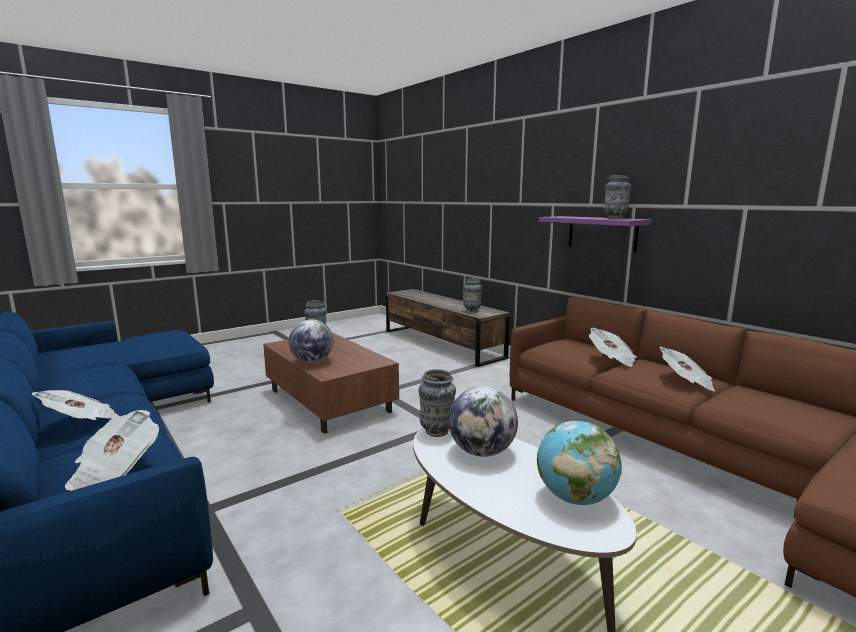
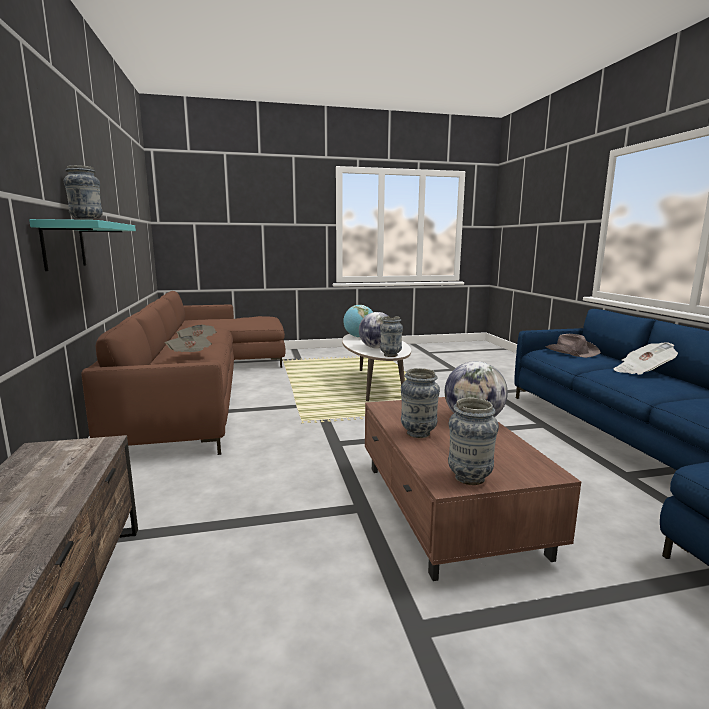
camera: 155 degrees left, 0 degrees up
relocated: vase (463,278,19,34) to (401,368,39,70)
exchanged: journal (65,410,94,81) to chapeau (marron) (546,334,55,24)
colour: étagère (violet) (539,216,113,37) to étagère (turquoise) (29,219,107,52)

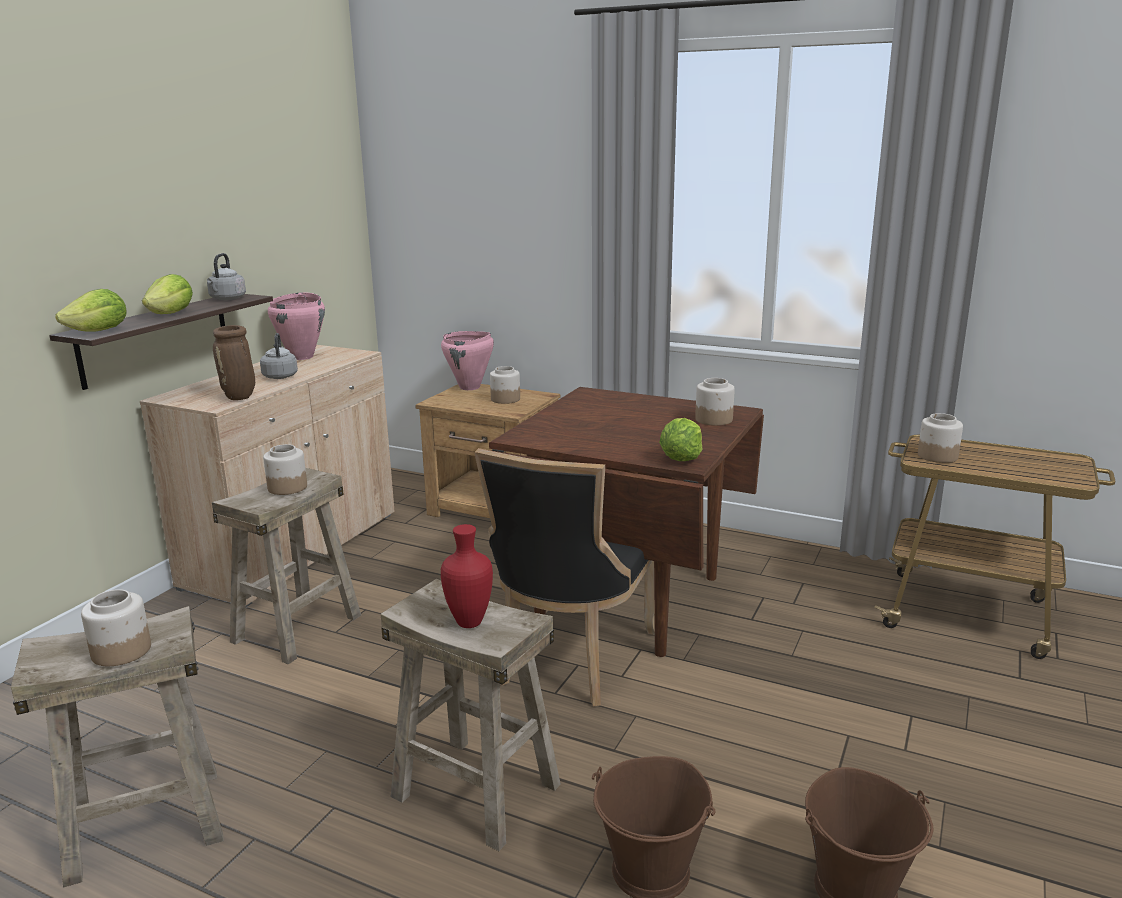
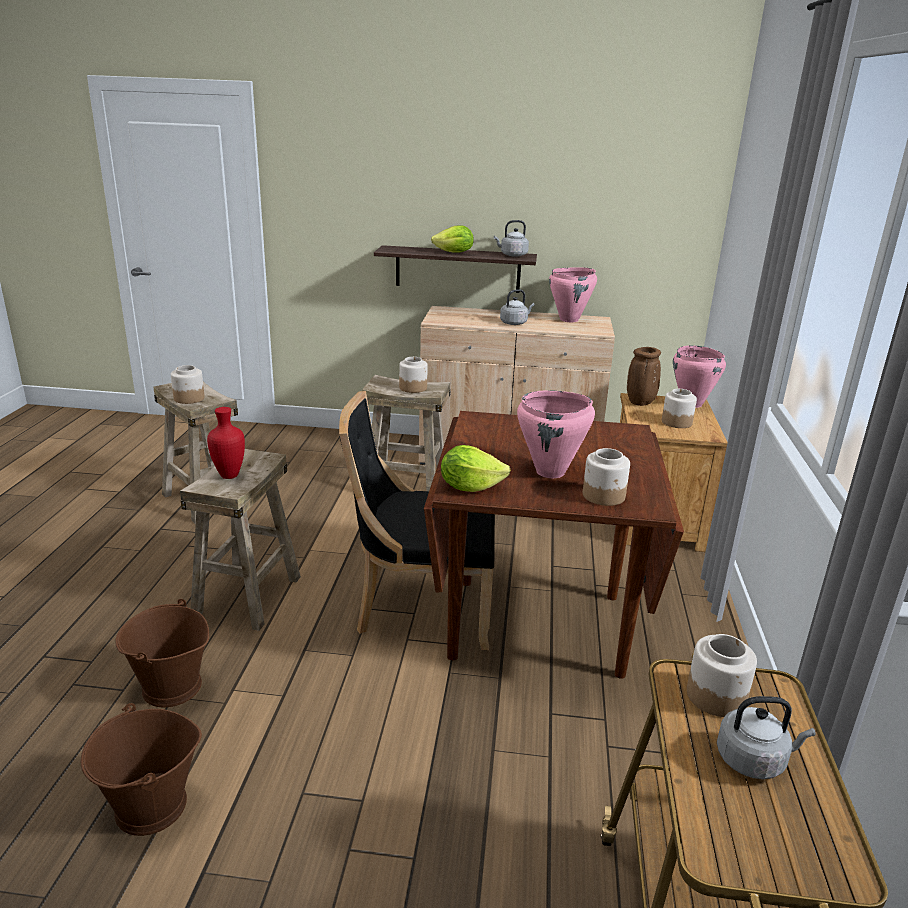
camera: 70 degrees right, 5 degrees up
missing: laitue (55,289,71,43)
appeared: marmite (rose) (517,390,78,88); bouilloire (gris) (717,696,99,83)
relocated: vase (marron) (213,325,42,75) to (627,347,34,59)

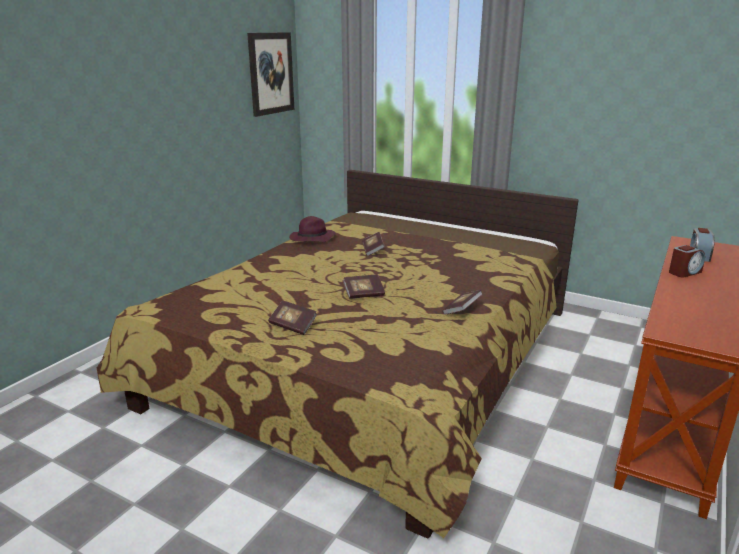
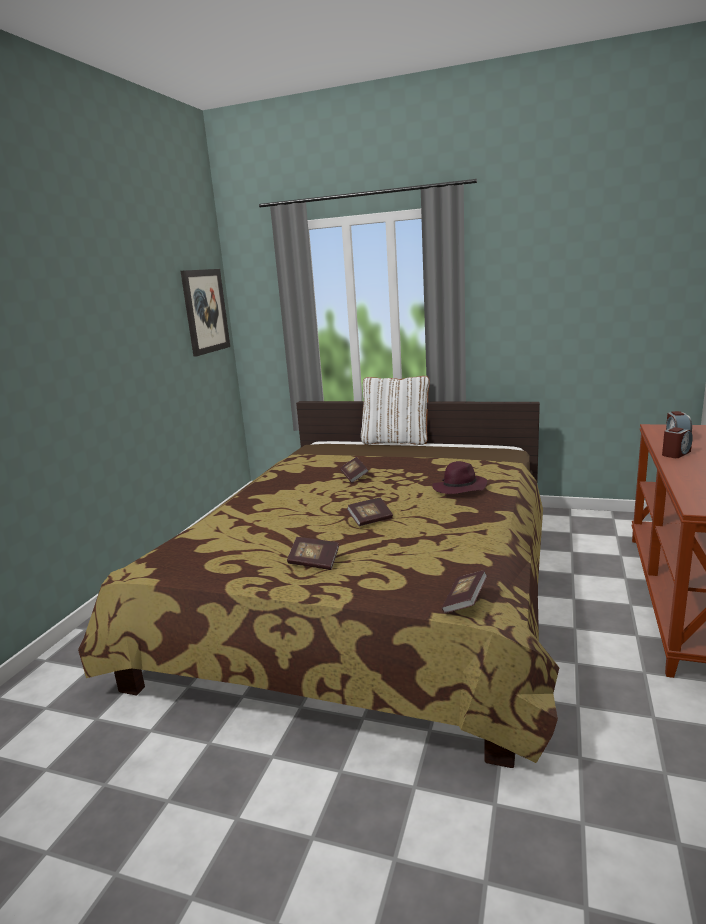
camera: 10 degrees left, 5 degrees down
appeared: coussin (blanc) (361,376,69,69)
relocated: chapeau (violet) (289,216,46,26) to (432,461,55,33); livre (442,290,41,25) to (442,570,45,43)

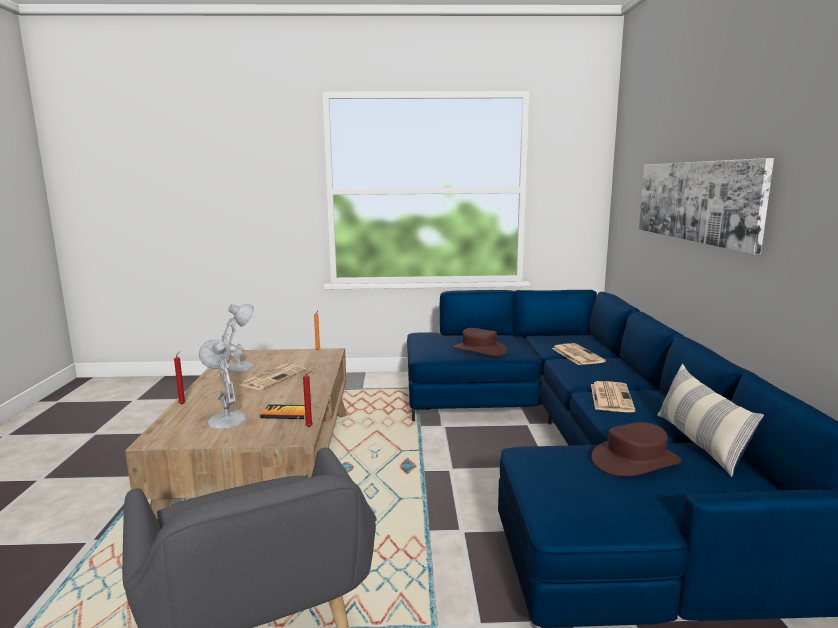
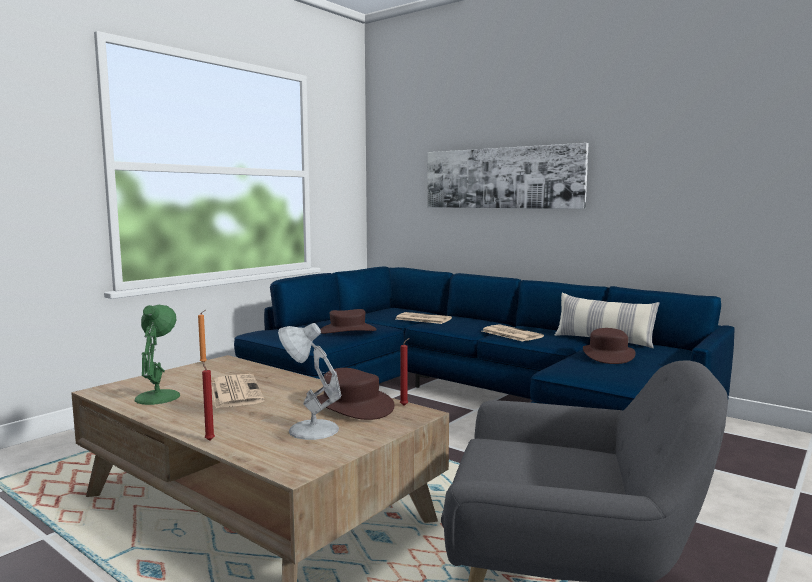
camera: 50 degrees left, 5 degrees down
exchanged: livre (260,404,45,15) to chapeau (marron) (317,368,78,52)
colour: lampe de table (blanc) (222,304,33,68) to lampe de table (vert) (135,305,45,100)

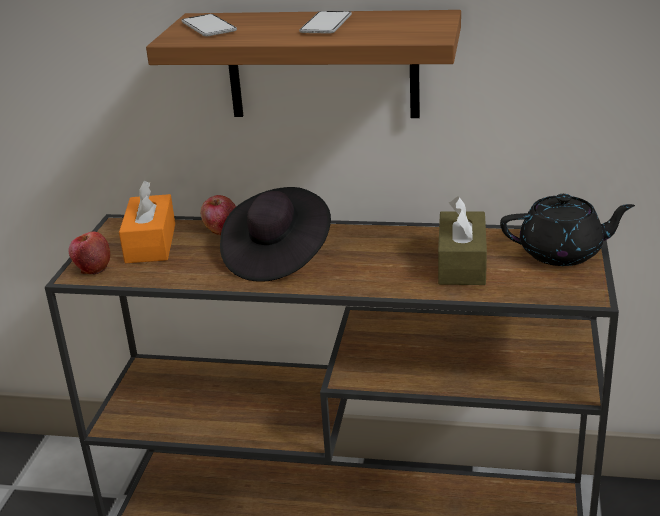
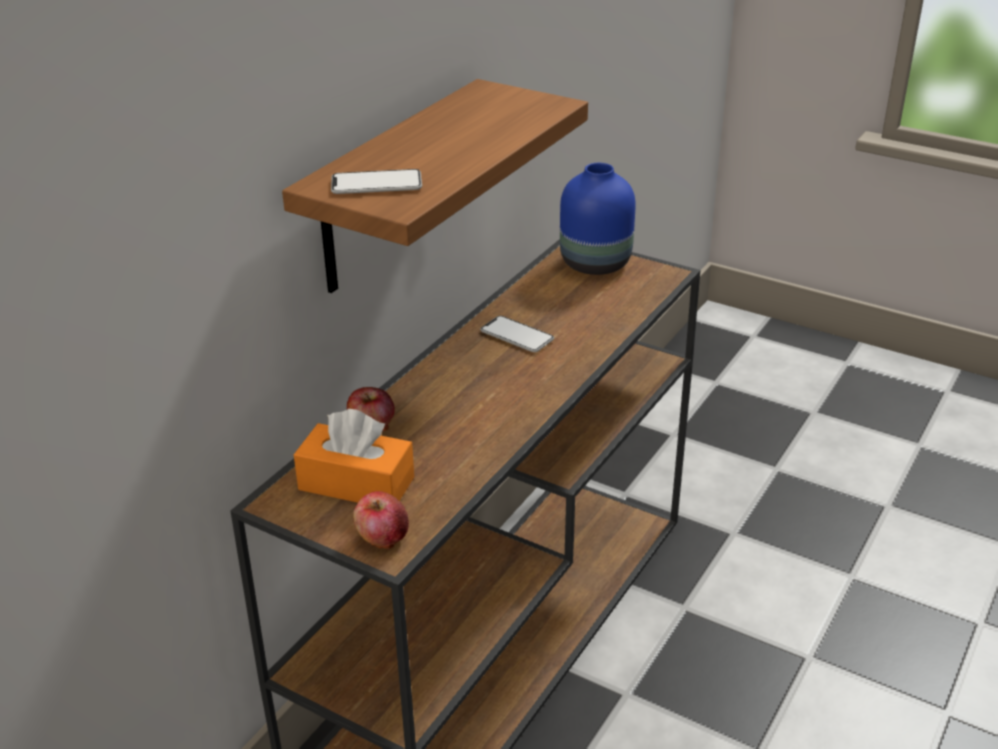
camera: 70 degrees left, 5 degrees up
missing: chapeau (noir) (220,187,111,95); boîte à mouchoirs (marron) (438,196,49,89)
relocated: téléphone (299,11,53,23) to (480,316,74,36)
exchanged: théière (noir) (500,194,135,72) to vase (bleu) (560,163,76,112)

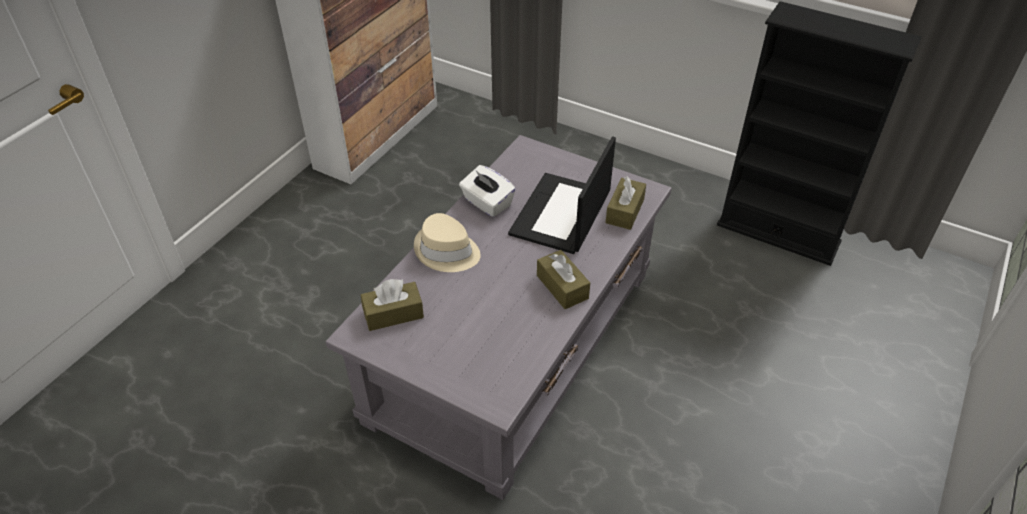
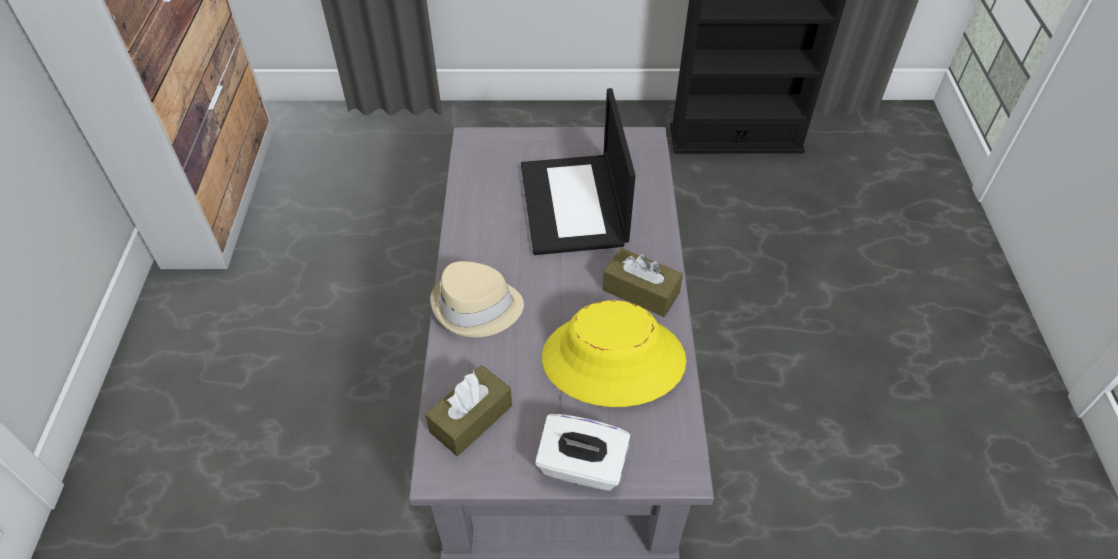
camera: 30 degrees left, 5 degrees up
missing: boîte à mouchoirs (marron) (606,176,40,54)
appeared: chapeau (jaune) (542,300,144,107)
relocated: boîte à mouchoirs (blanc) (459,165,57,52) to (535,414,96,77)

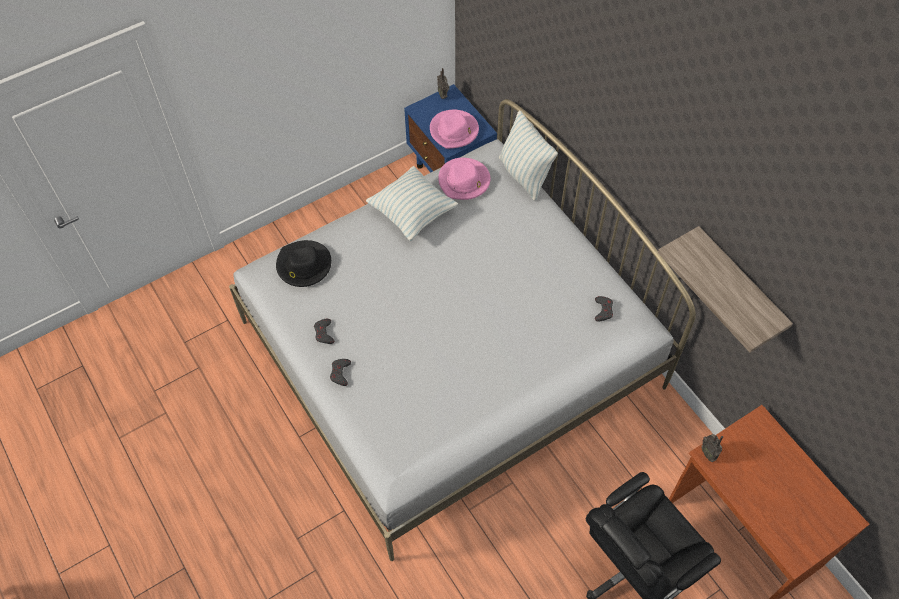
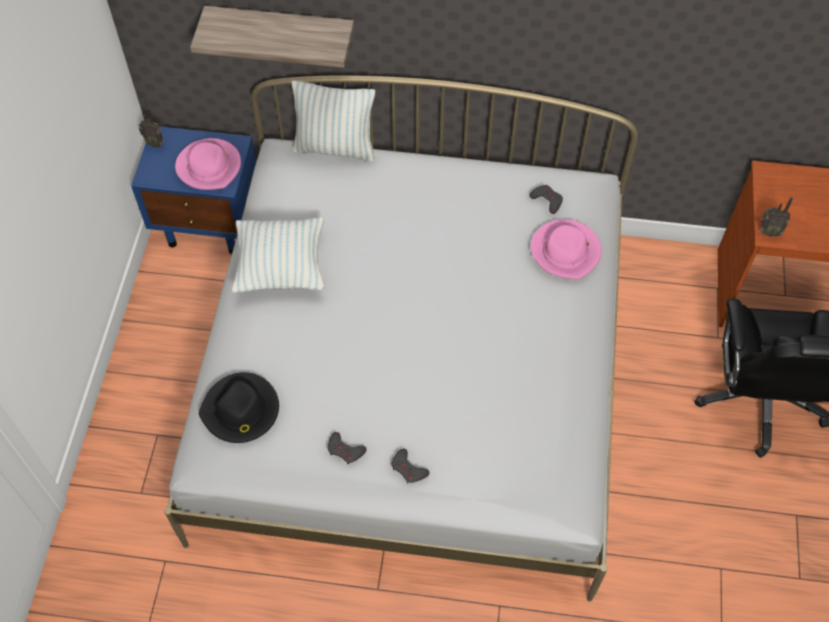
camera: 50 degrees left, 0 degrees up
relocated: chapeau (rose) (438,158,53,42) to (531,219,71,61); étagère (658,226,135,127) to (190,6,164,62)

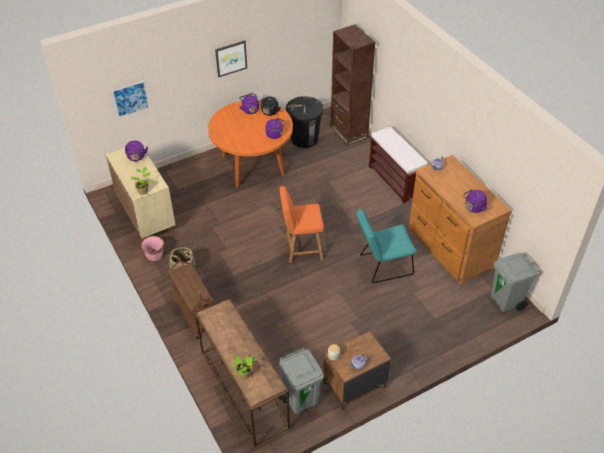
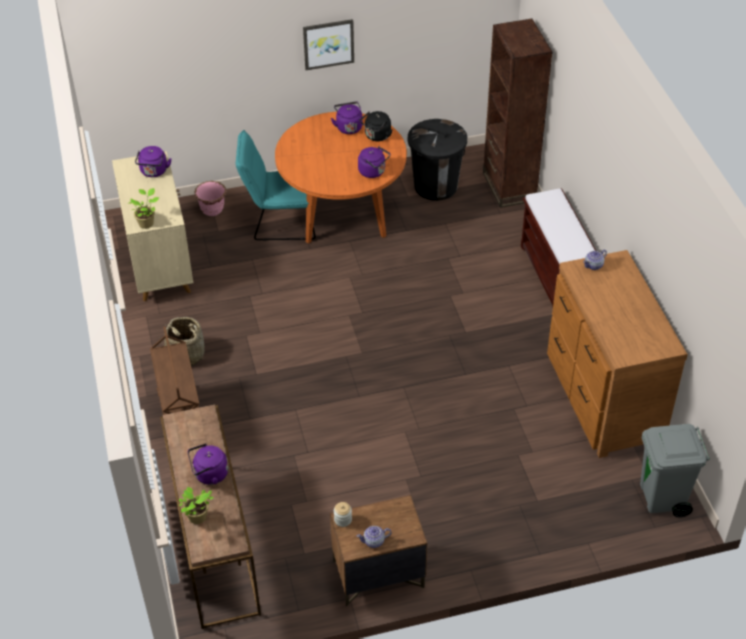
camera: 15 degrees right, 0 degrees up
missing: tableau (112,81,38,37); chaise (orange) (280,186,44,77); poubelle (gris) (278,348,46,66)
relocated: bouilloire (violet) (463,189,24,24) to (188,443,40,42); chaise (turquoise) (357,208,59,75) to (236,130,80,111); cache-pot (rose) (141,236,23,25) to (195,181,31,35)

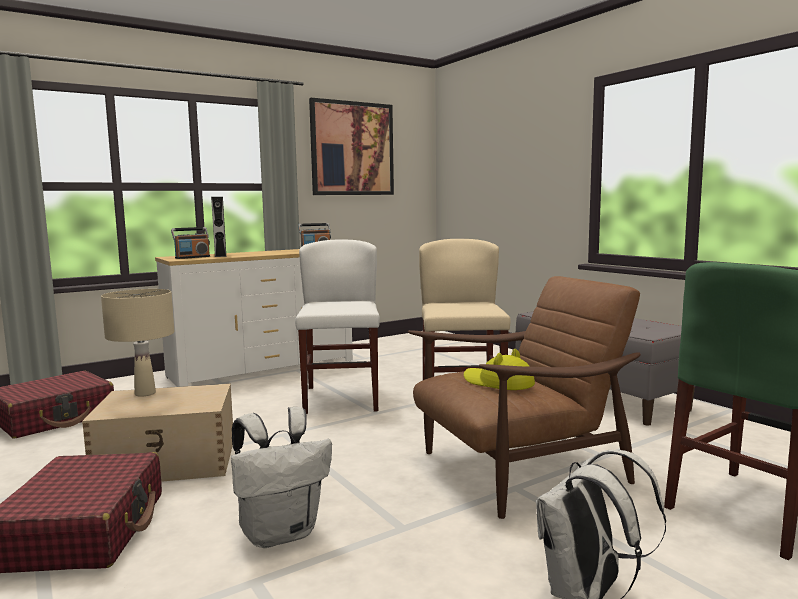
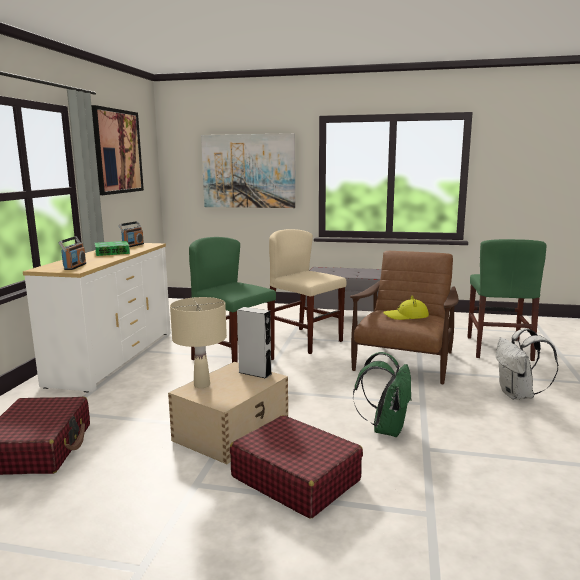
camera: 45 degrees left, 5 degrees up
appeared: tableau (201,133,94,75); livre (94,241,36,15)
relocated: enceinte (gris) (211,197,16,60) to (237,307,34,72)
colour: chaise (blanc) (295,239,85,175) to chaise (vert) (189,237,87,126); sac à dos (blanc) (231,407,101,141) to sac à dos (vert) (353,352,58,85)

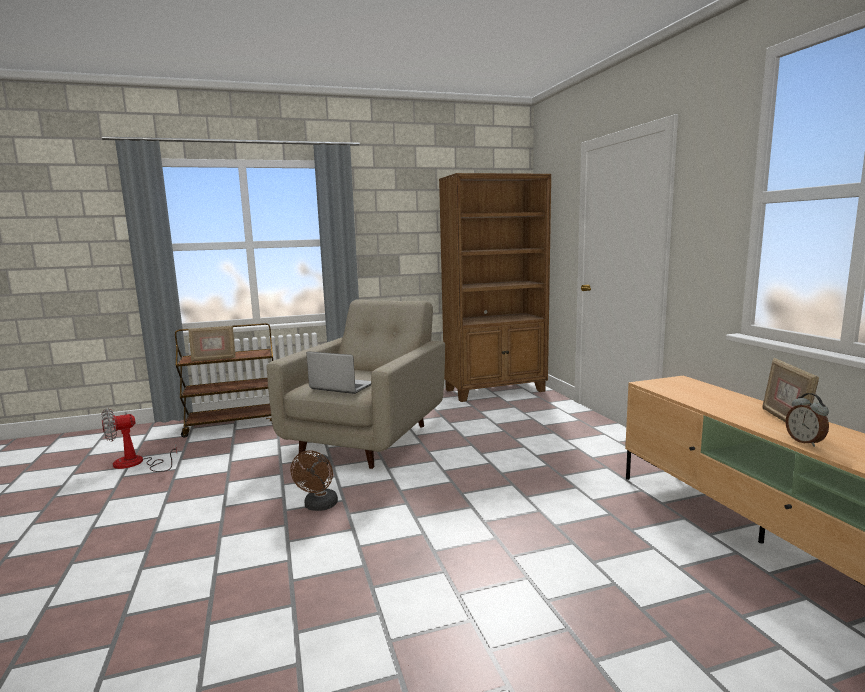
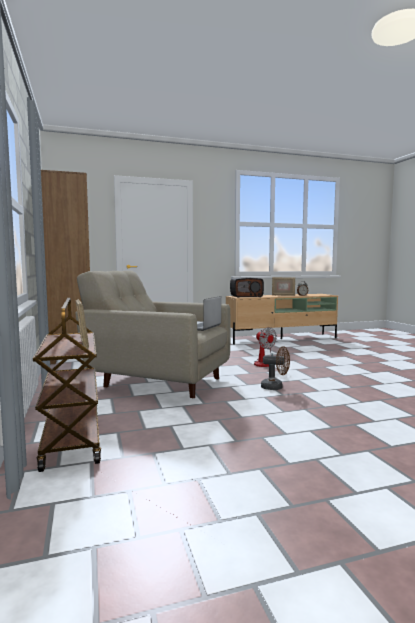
camera: 90 degrees left, 5 degrees down
appeared: radio (230,277,34,21)
relocated: ventilateur (102,408,75,64) to (254,327,23,40)

